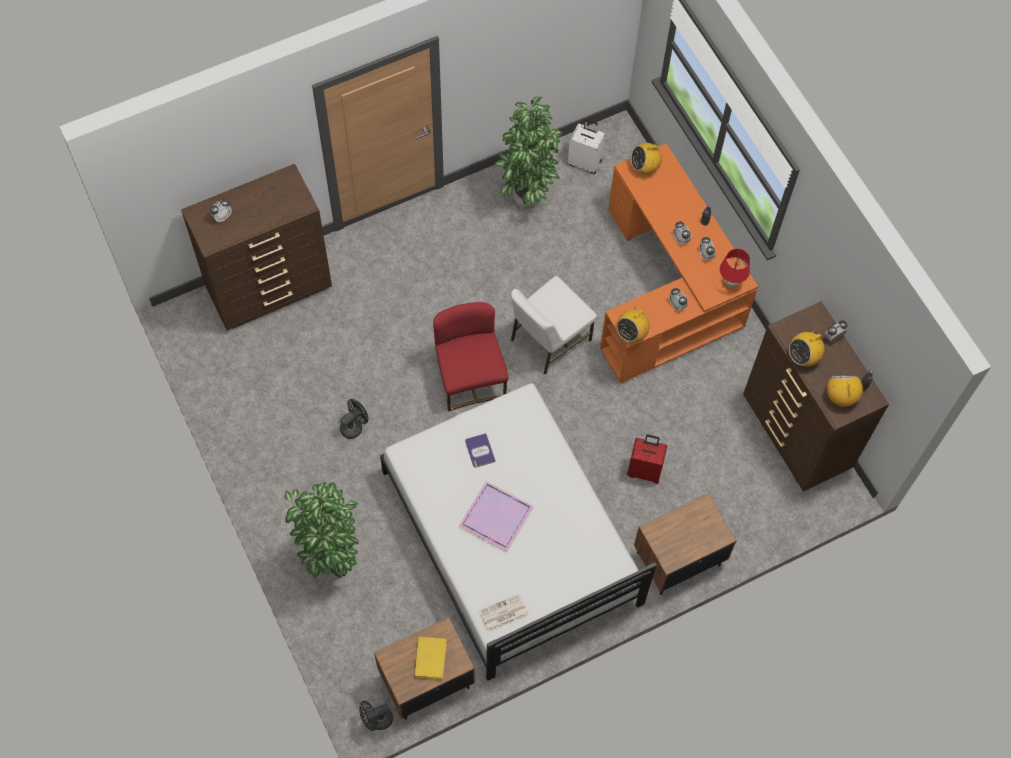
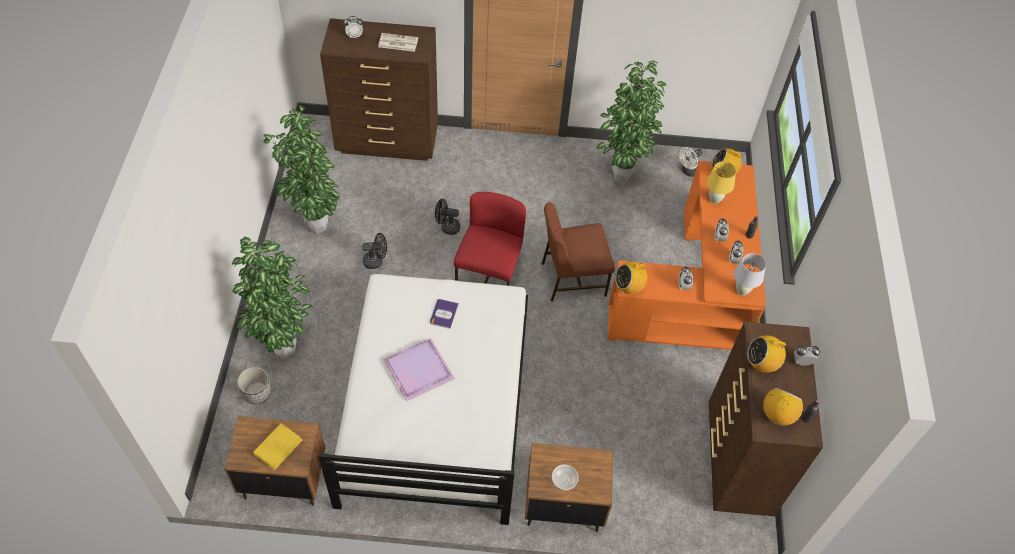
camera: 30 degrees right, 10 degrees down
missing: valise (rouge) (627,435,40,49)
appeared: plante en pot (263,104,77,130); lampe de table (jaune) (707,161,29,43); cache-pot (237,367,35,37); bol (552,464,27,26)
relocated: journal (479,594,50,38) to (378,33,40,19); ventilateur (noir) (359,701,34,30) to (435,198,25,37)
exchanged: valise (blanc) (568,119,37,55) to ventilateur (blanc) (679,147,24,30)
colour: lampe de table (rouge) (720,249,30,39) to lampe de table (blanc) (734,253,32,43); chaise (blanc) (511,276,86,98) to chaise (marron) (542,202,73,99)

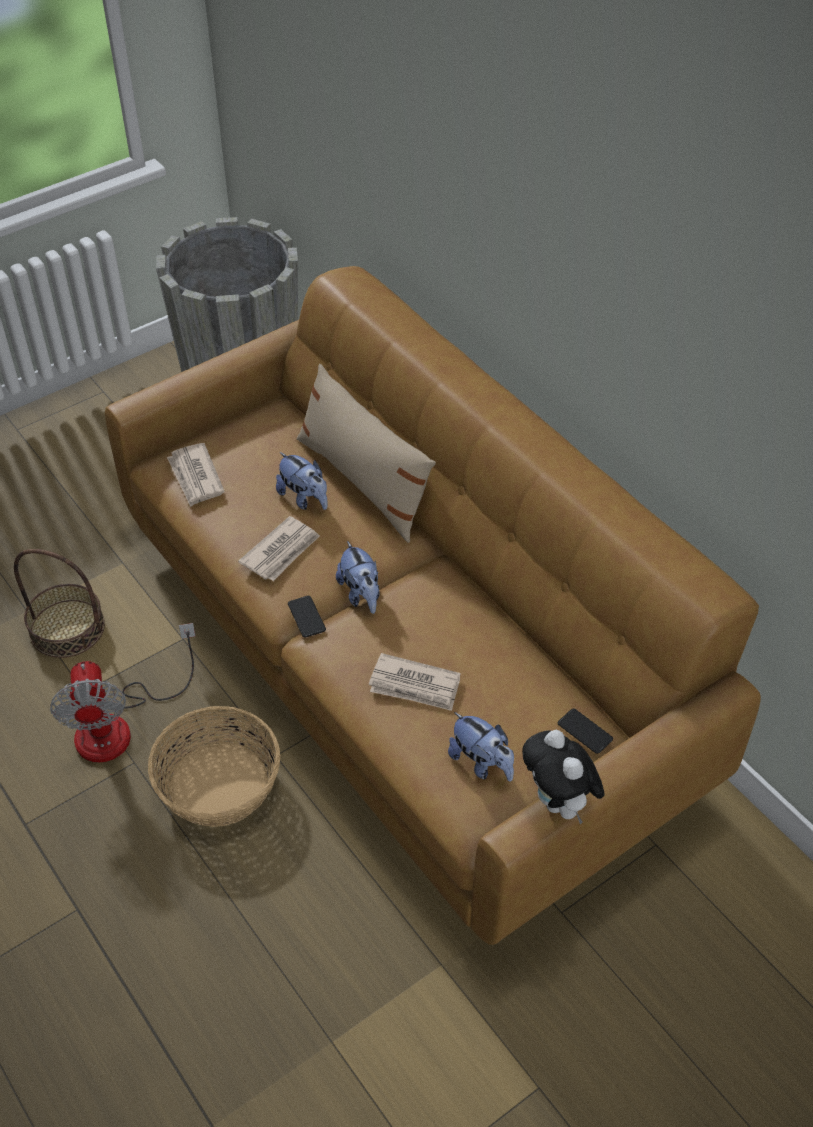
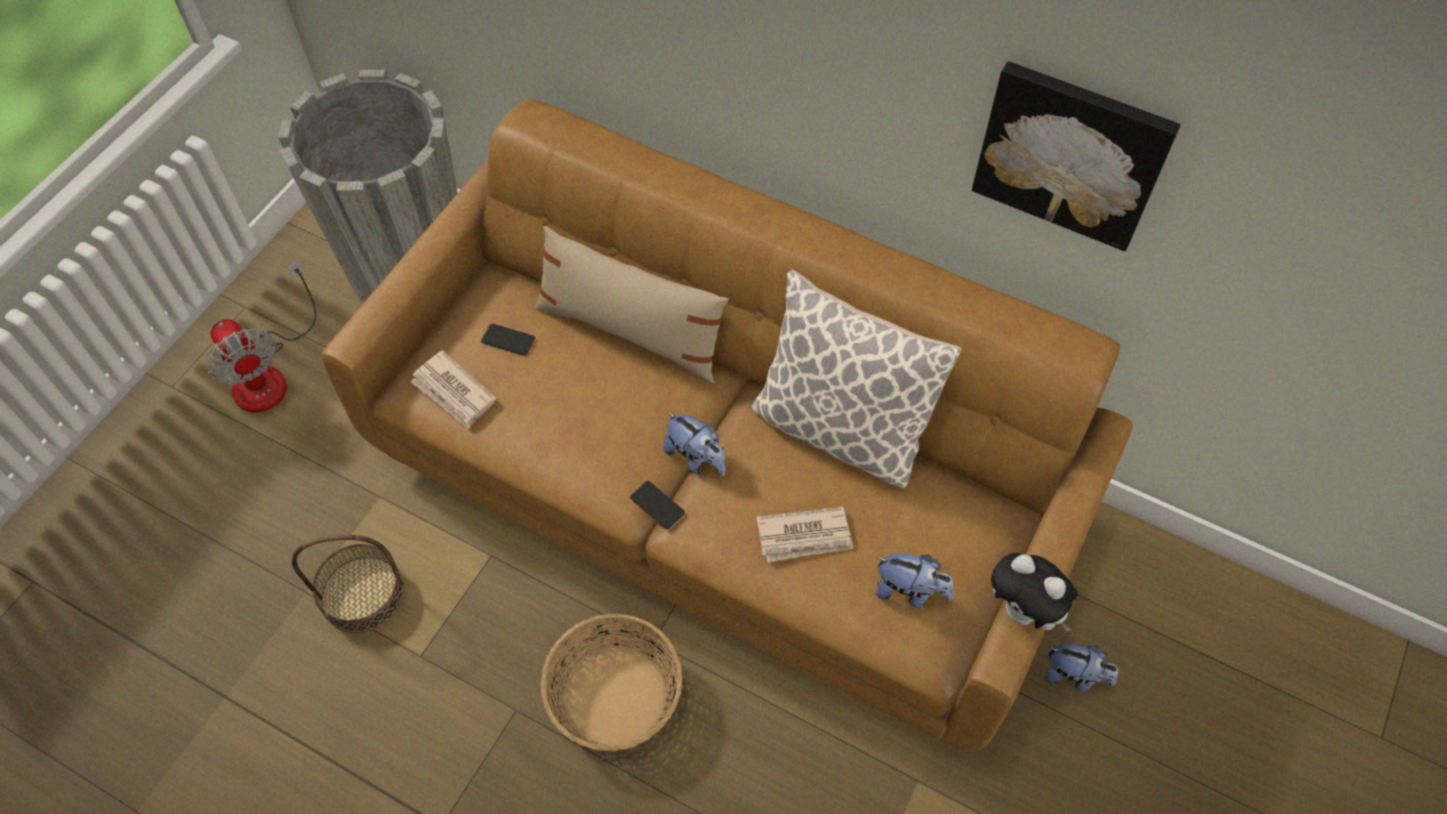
camera: 25 degrees left, 10 degrees up
missing: journal (238,516,82,65)
appeared: tableau (972,61,209,190); coussin (751,269,210,219)
relocated: peluche (276,452,52,58) to (1044,643,74,49); ventilateur (50,623,146,140) to (207,259,109,154); téléphone (558,708,55,46) to (481,323,54,33)

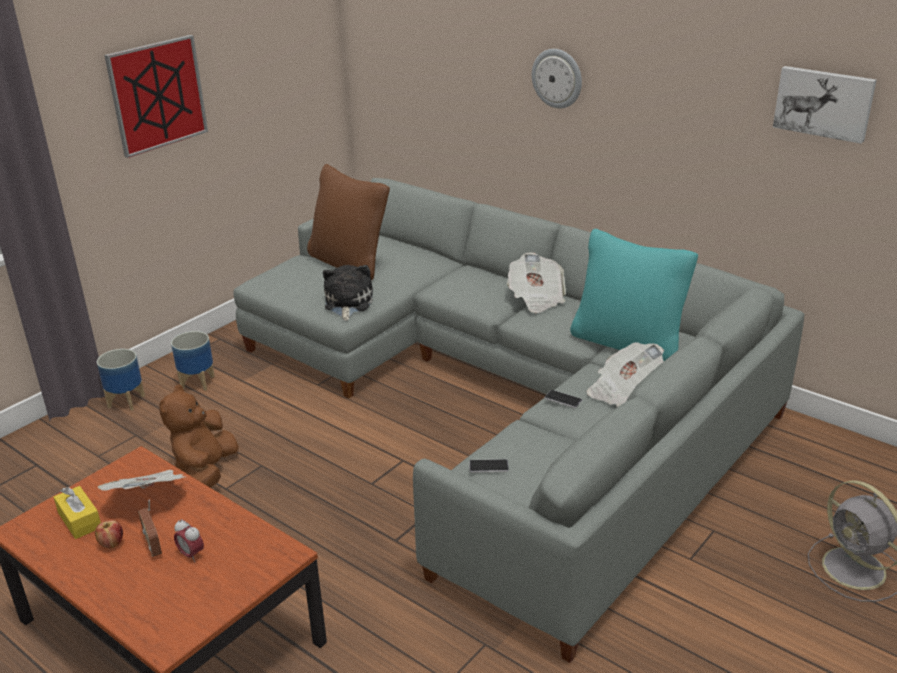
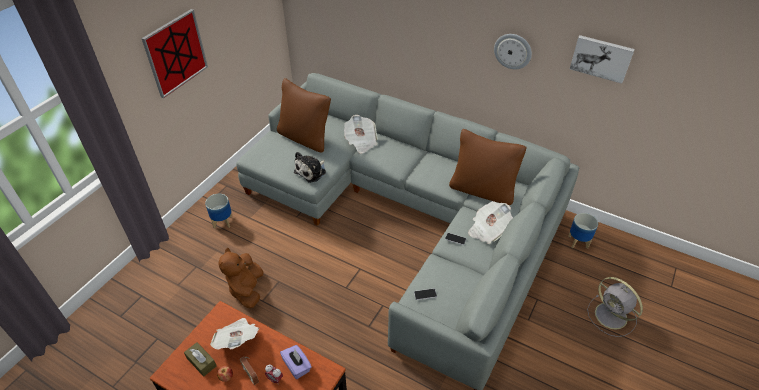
camera: 10 degrees left, 15 degrees up
appeared: boîte à mouchoirs (violet) (280,345,32,34)
relocated: horloge murale (532,49,50,59) to (494,34,38,35); journal (507,252,59,61) to (344,115,34,39); cache-pot (97,349,48,62) to (568,213,30,36)
colour: coussin (turquoise) (570,229,128,132) to coussin (marron) (449,129,78,76); boîte à mouchoirs (jaune) (54,486,47,53) to boîte à mouchoirs (marron) (184,342,33,35)
spun: peluche (323,265,50,56) = (294,152,32,31) 135 degrees counterclockwise

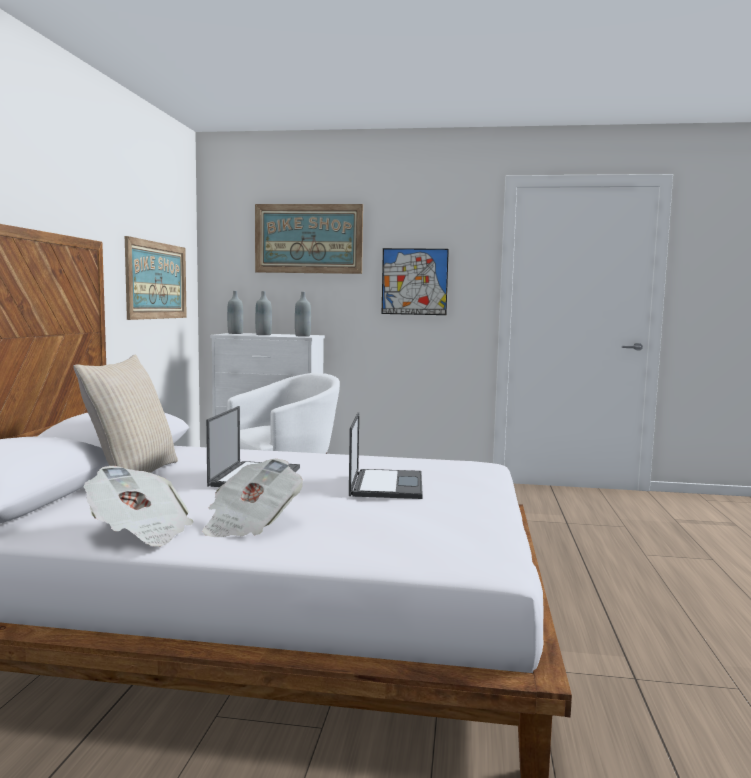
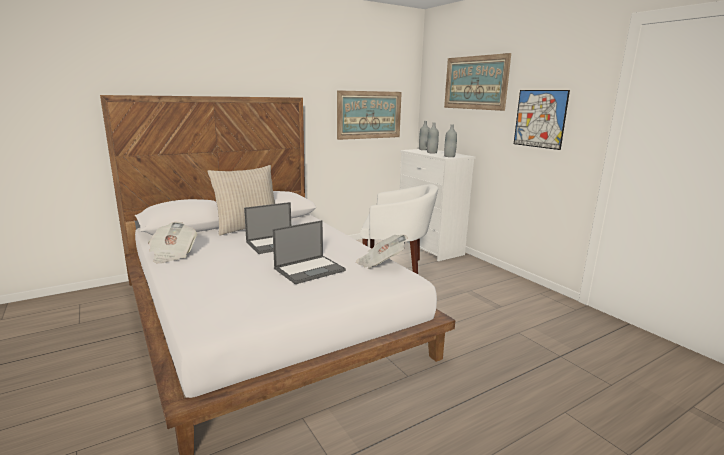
camera: 50 degrees right, 10 degrees up
relocated: journal (202,459,101,78) to (356,235,52,34)

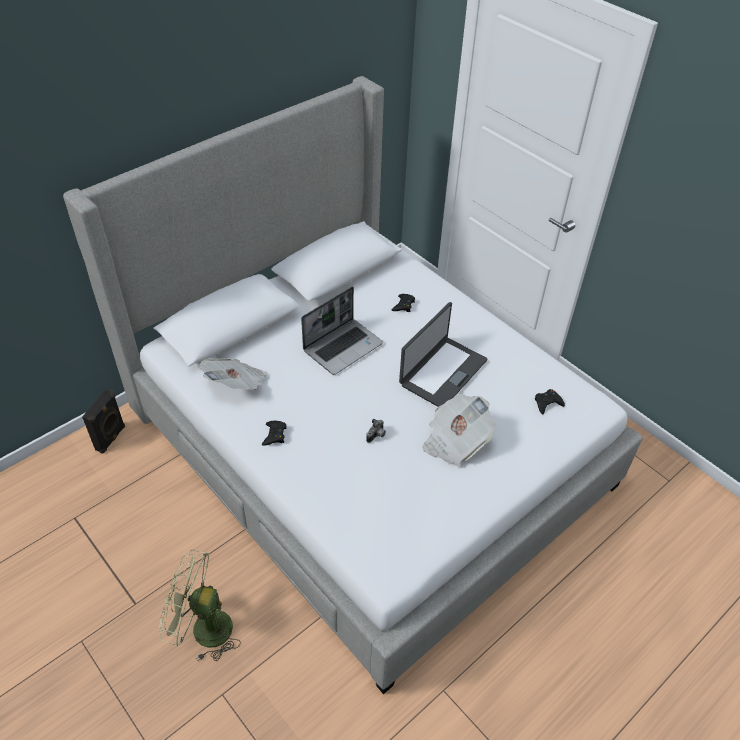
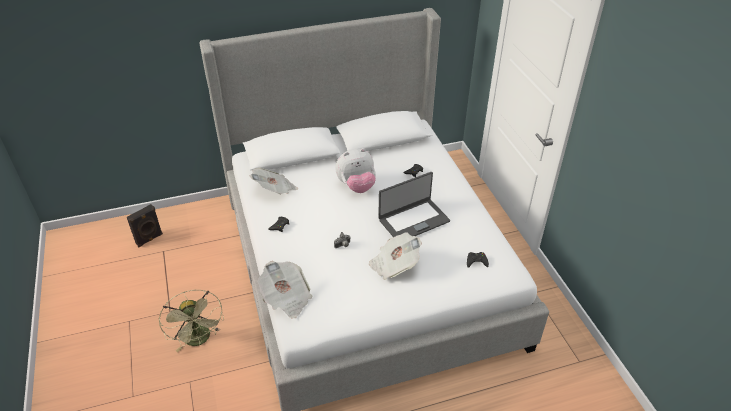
camera: 25 degrees right, 5 degrees down
appeared: journal (258,261,55,57)
relocated: enceinte (noir) (82,389,43,65) to (127,204,36,43)
exchanged: ordinateur portable (301,287,82,88) to peluche (335,148,41,45)
spun: ventilateur (vert) (159,550,82,111) = (159,290,65,62) 150 degrees counterclockwise

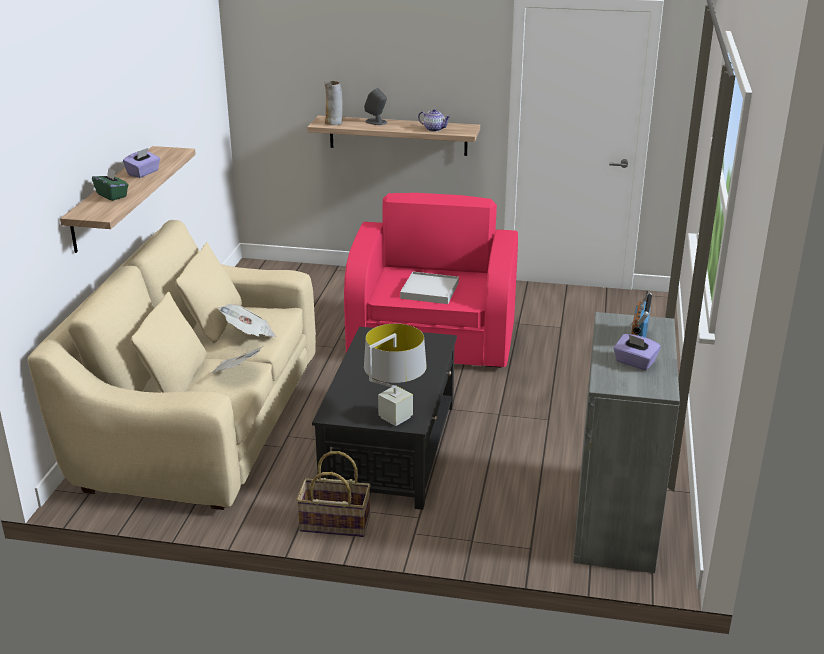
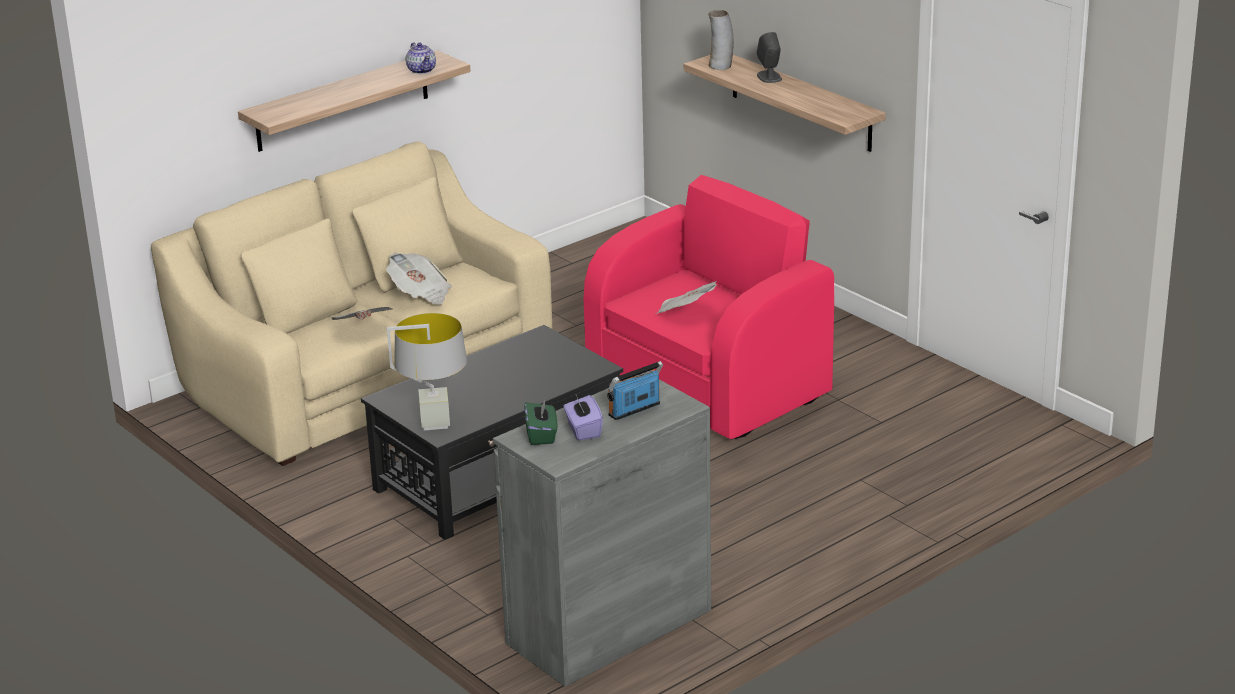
camera: 40 degrees right, 0 degrees up
missing: boîte à mouchoirs (violet) (123,148,37,30); panier (296,451,75,86)
relocated: théière (418,109,33,23) to (406,42,30,32); boîte à mouchoirs (vert) (92,168,37,33) to (524,399,34,46)
exchanged: plateau (blanc) (400,272,59,32) to journal (656,281,61,33)

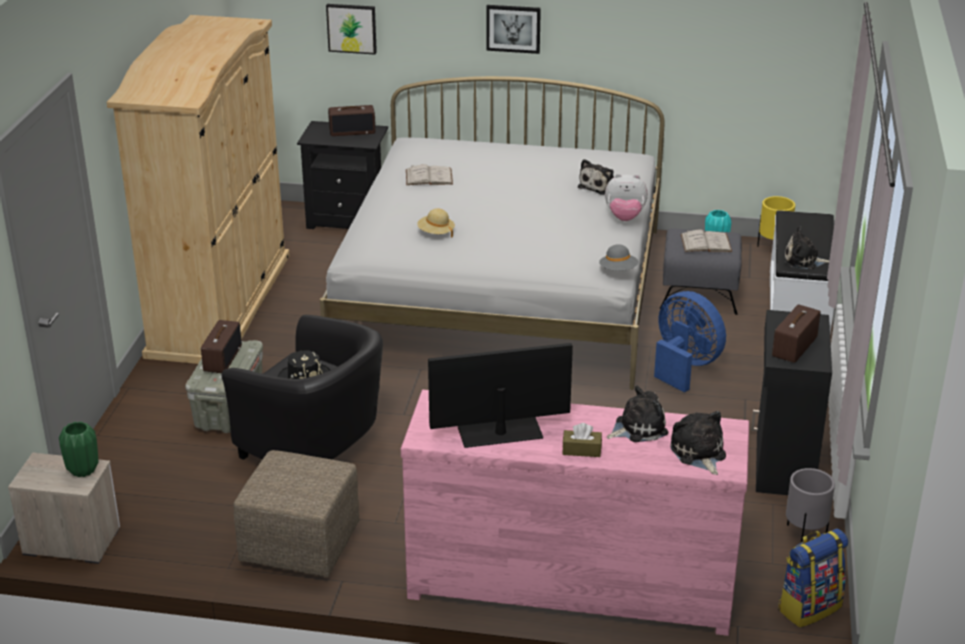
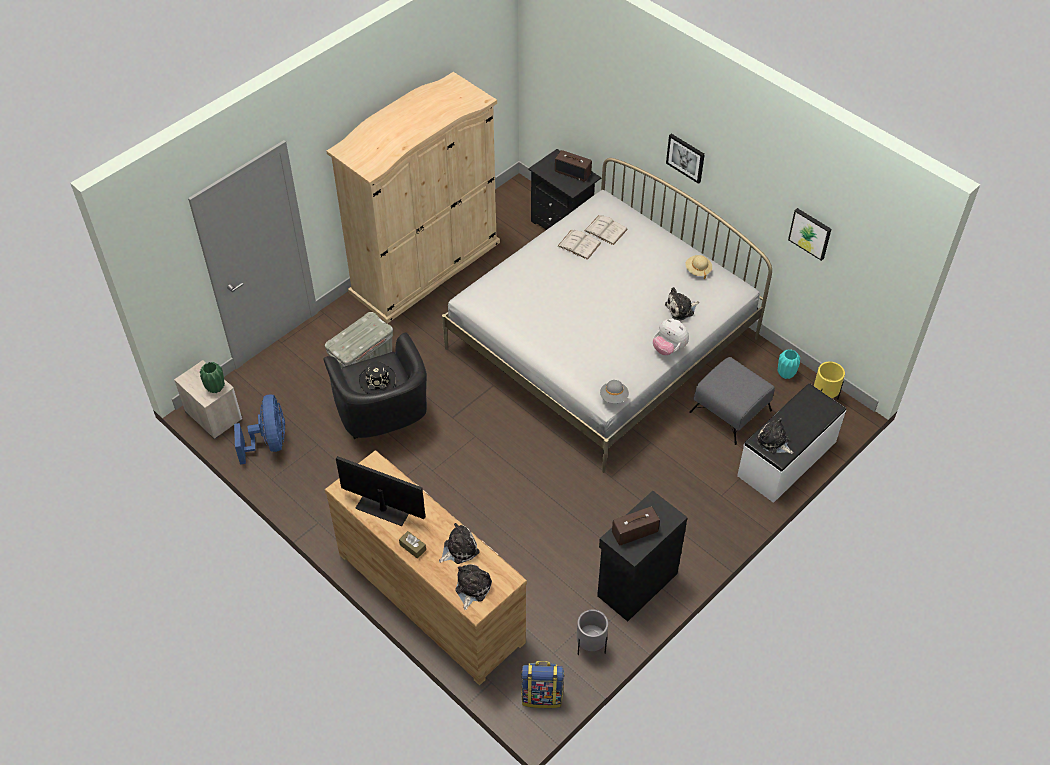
camera: 35 degrees right, 20 degrees up
missing: radio (201,320,41,53); pouf (beige) (234,450,125,127)
relocated: tableau (326,4,51,51) to (788,208,43,53); chapeau (beige) (417,208,38,30) to (685,255,27,24); livre (blanc) (681,229,51,23) to (584,215,44,30); ventilateur (bleu) (654,291,72,101) to (234,395,51,69)
colour: commode (rose) (401,390,348,246) to commode (marron) (325,450,202,235)
spun: peluche (607,386,61,56) = (439,523,40,41) 45 degrees counterclockwise

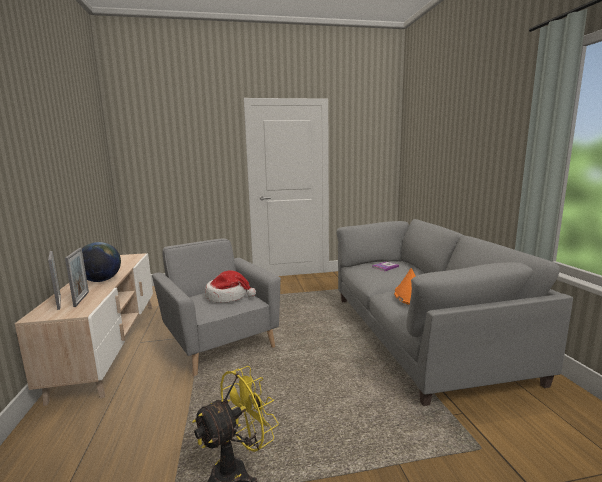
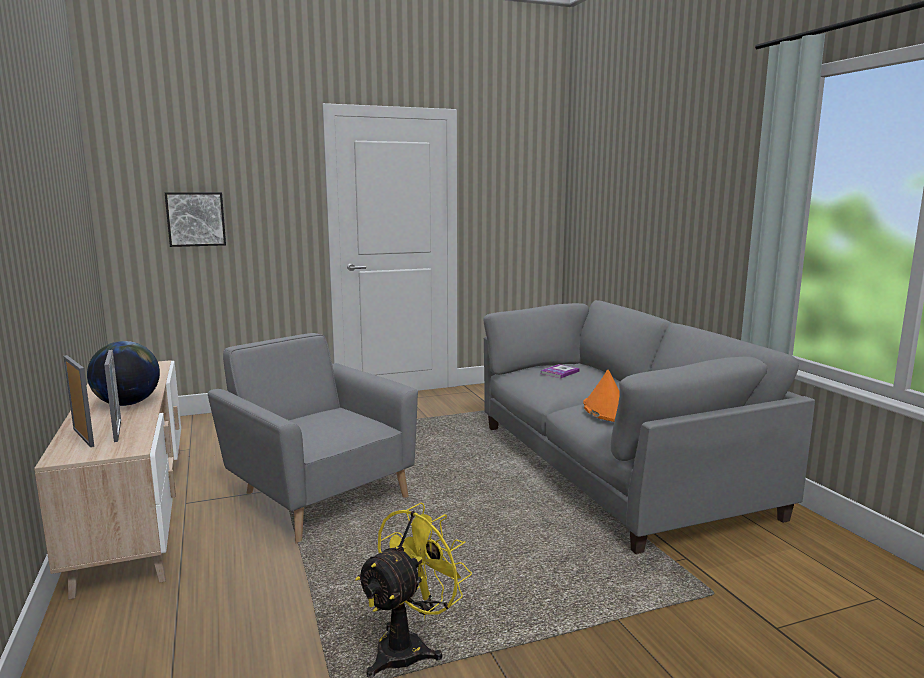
camera: 10 degrees left, 0 degrees up
missing: chapeau (205,271,51,32)
appeared: tableau (165,192,61,55)

